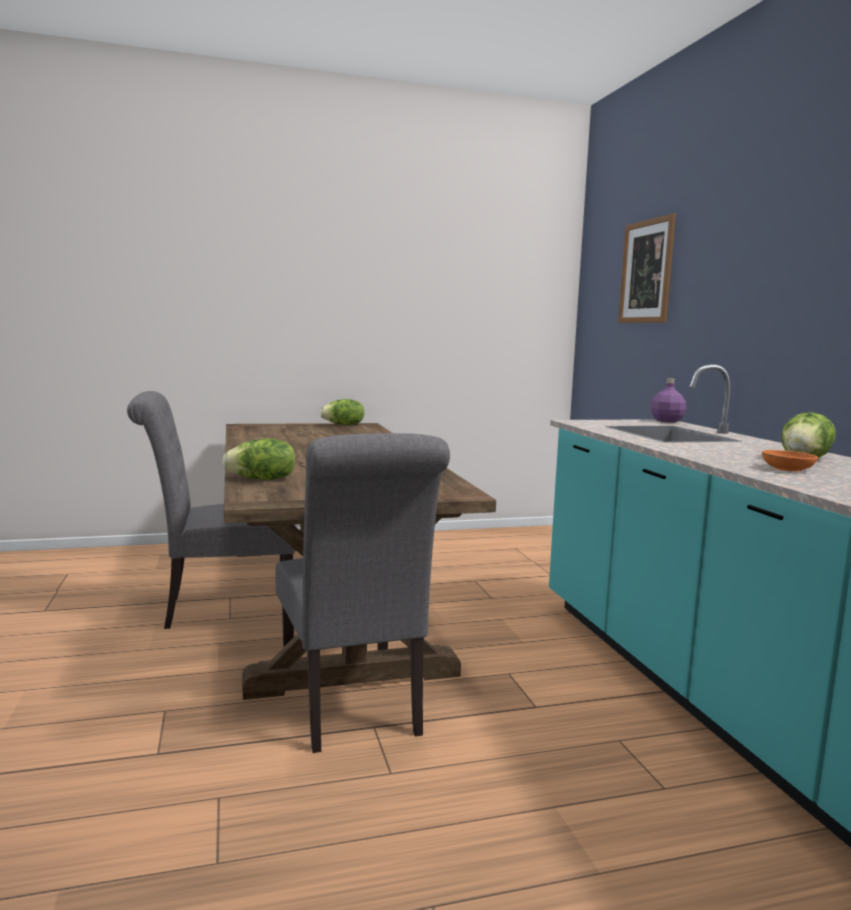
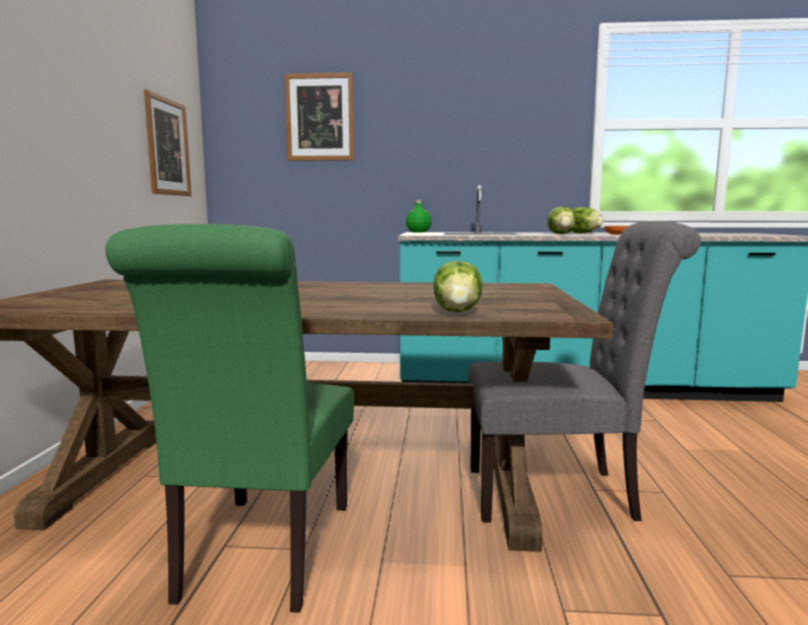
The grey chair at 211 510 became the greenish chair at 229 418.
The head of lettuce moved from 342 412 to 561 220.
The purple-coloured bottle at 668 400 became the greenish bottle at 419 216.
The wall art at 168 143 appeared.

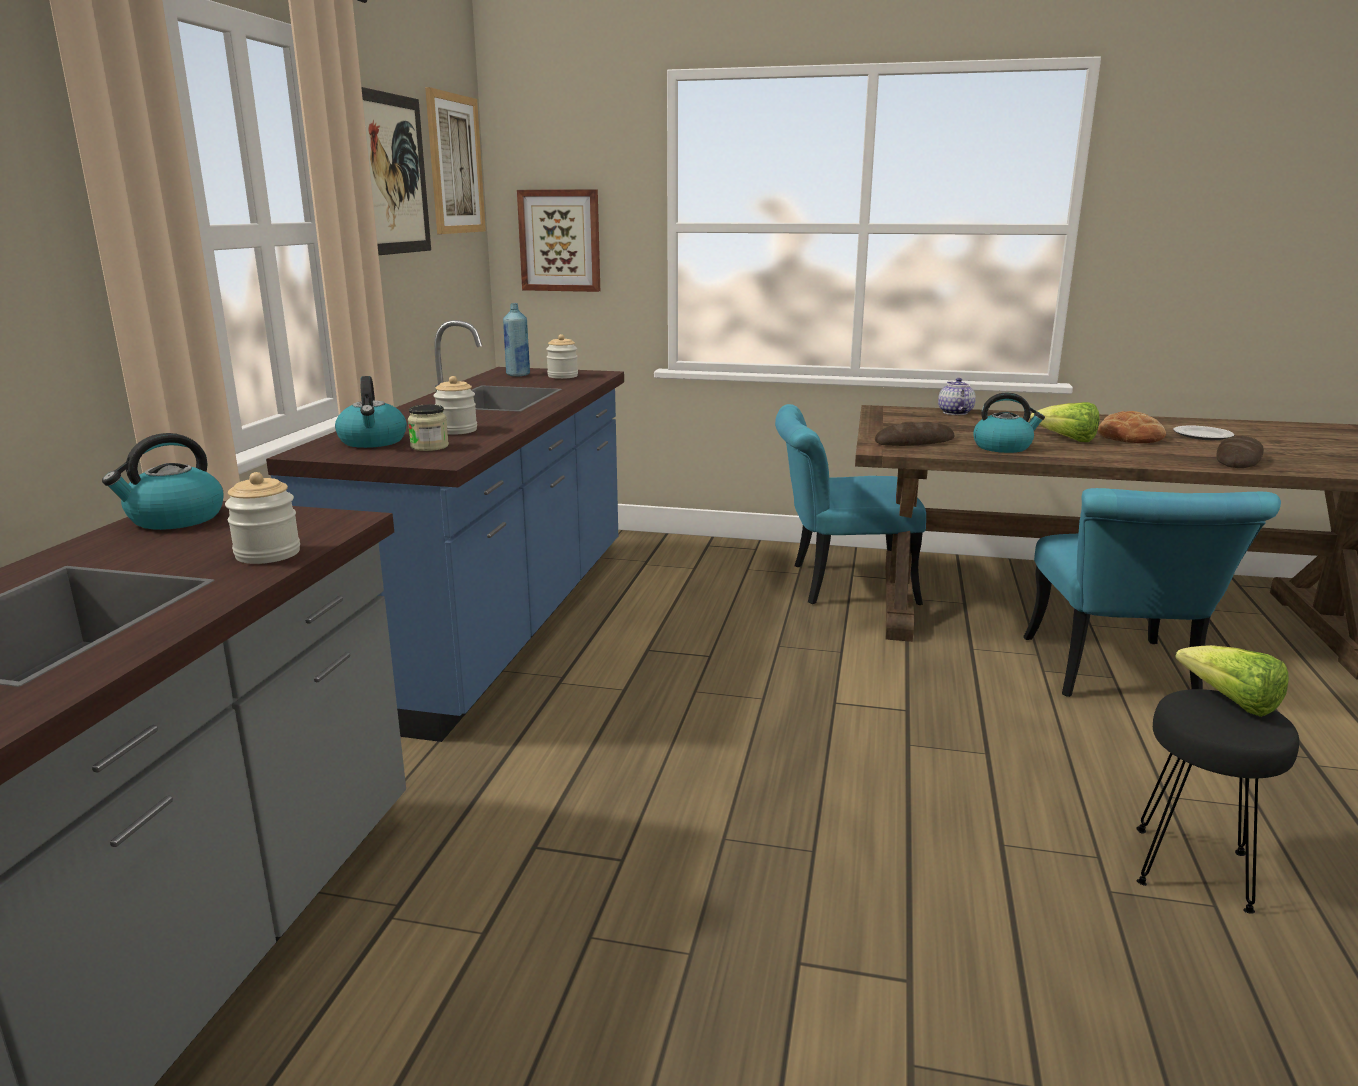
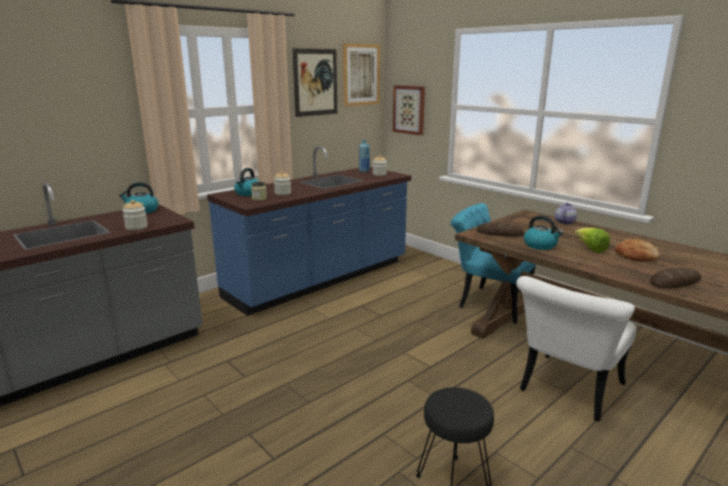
The blue-green chair at 1152 592 became the white-coloured chair at 576 348.
The dinner plate at 1204 433 disappeared.
The head of lettuce at 1232 681 disappeared.

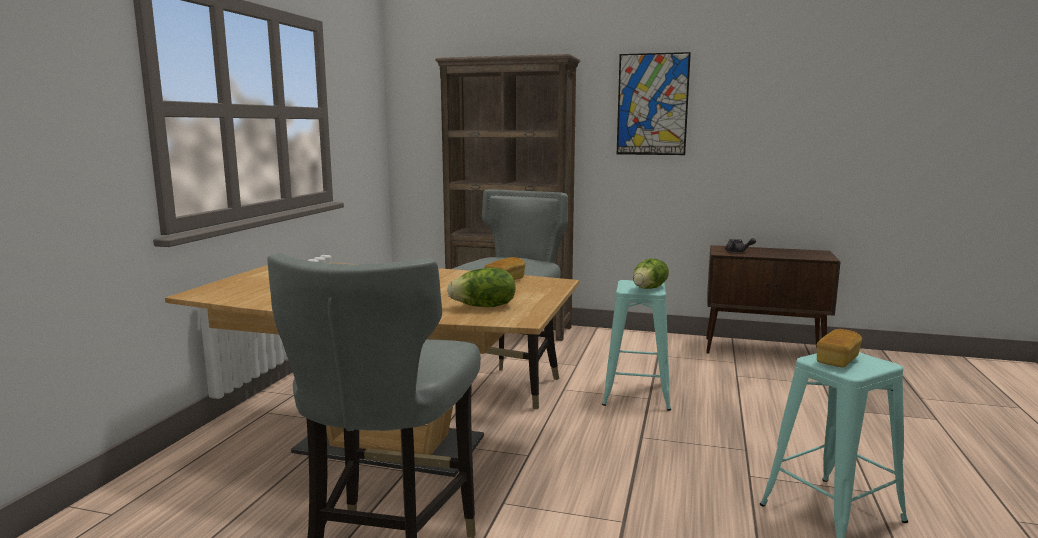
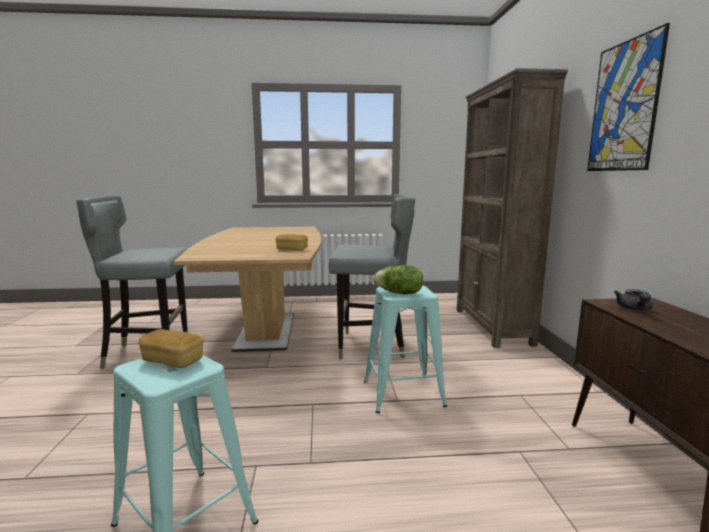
The head of lettuce at 481 287 disappeared.

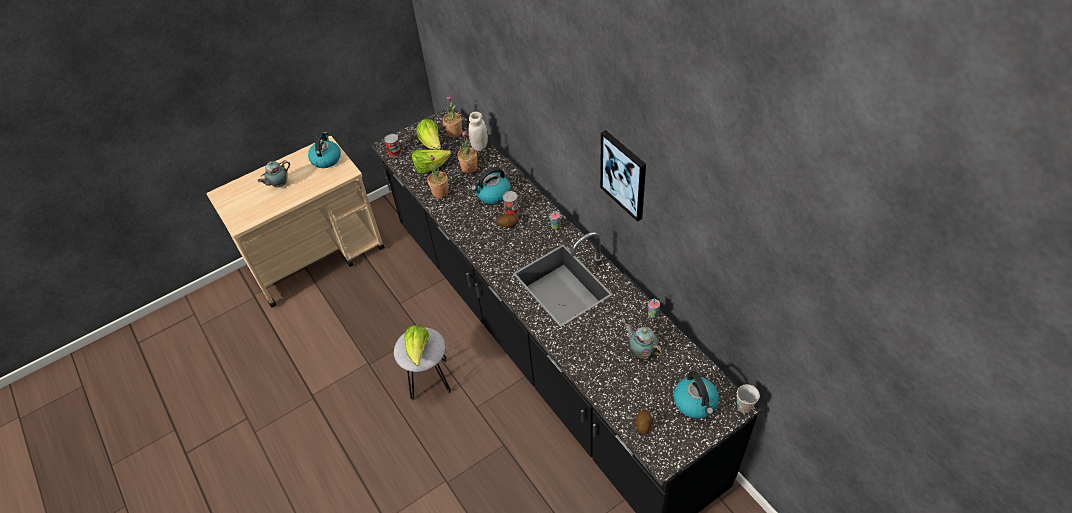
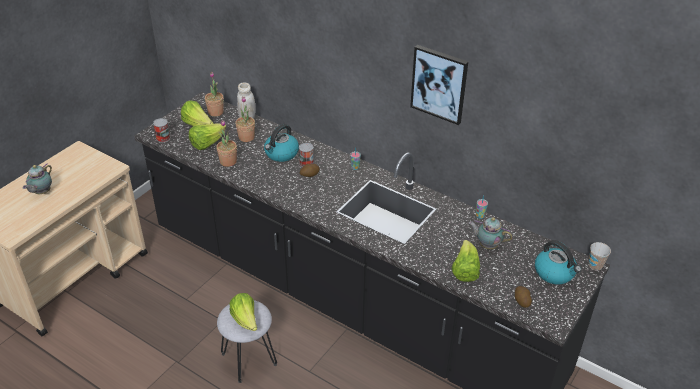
The tea kettle at 324 150 disappeared.
The head of lettuce at 465 261 appeared.

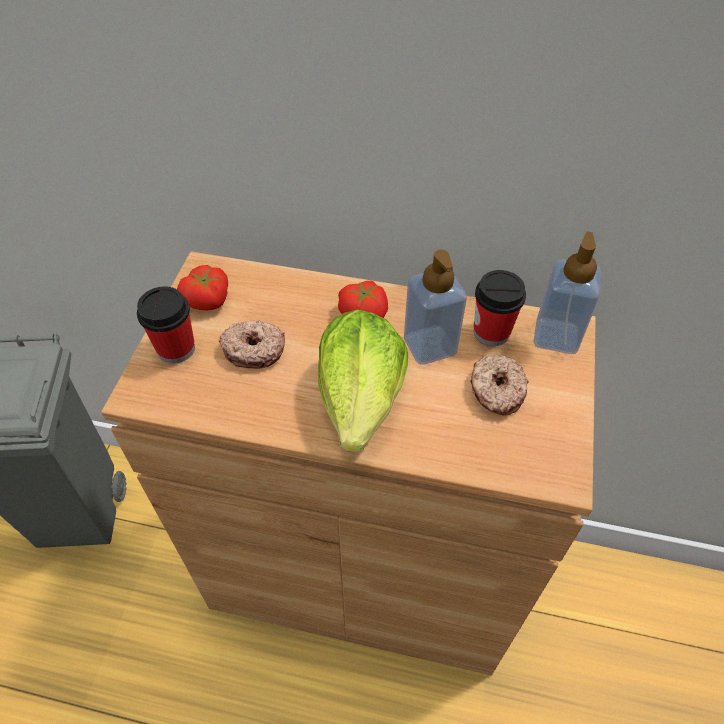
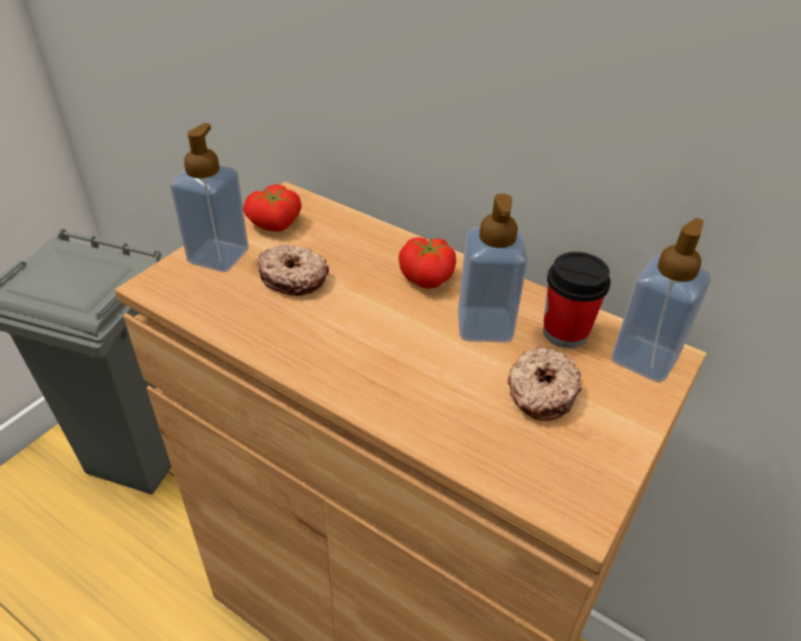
The cup at 166 325 was replaced by the soap bottle at 209 197.
The head of lettuce at 363 381 disappeared.

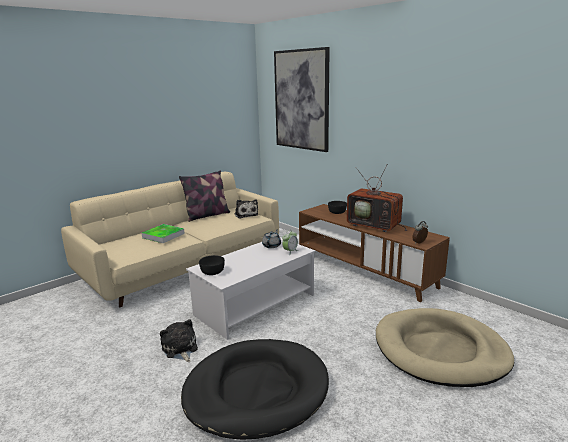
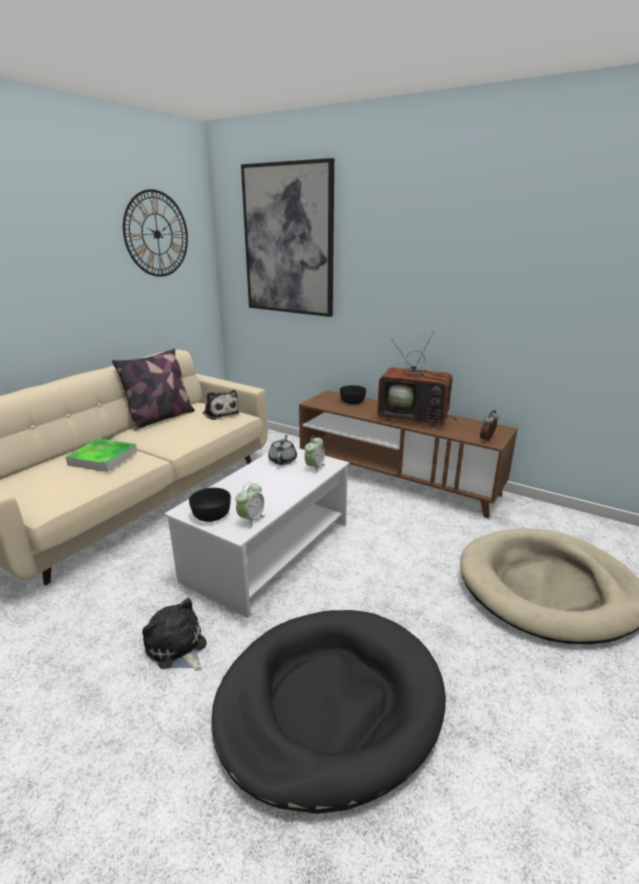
The clock on the wall at 155 233 appeared.
The bedside clock at 251 505 appeared.

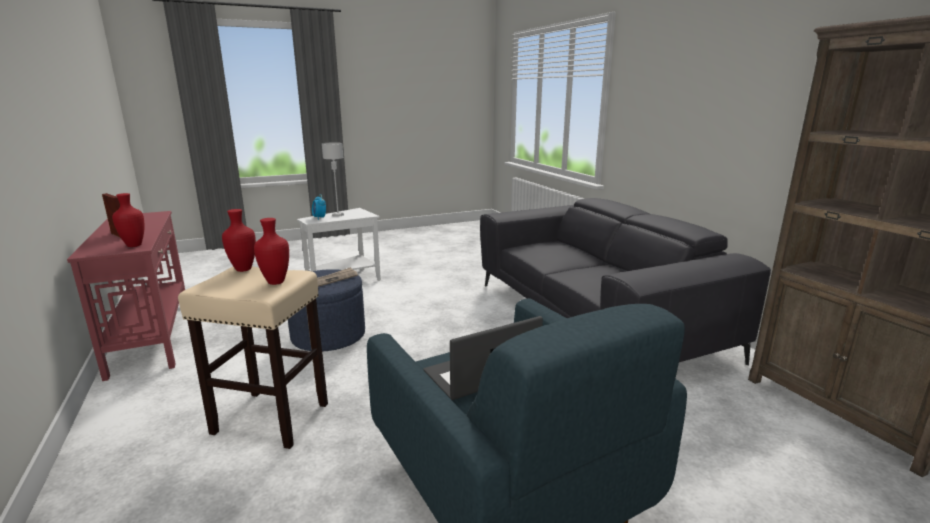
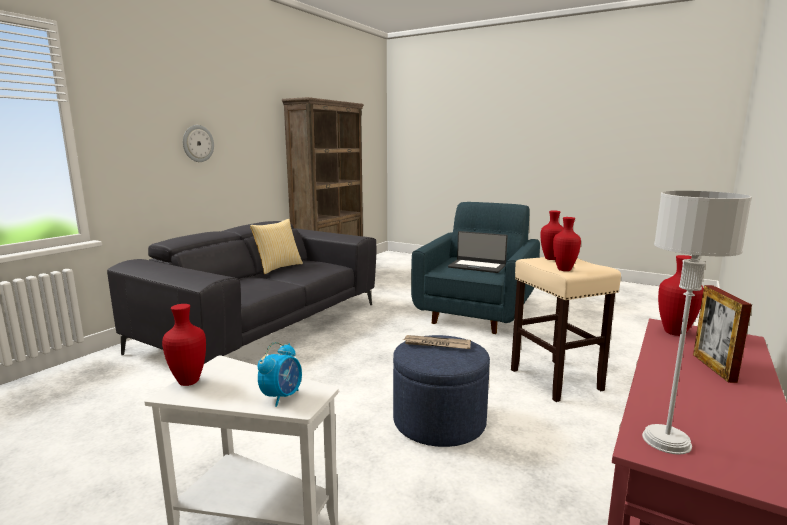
The grey table lamp moved from 333 179 to 697 323.
The reddish vase at 184 345 appeared.
The clock on the wall at 198 143 appeared.
The pillow at 276 246 appeared.

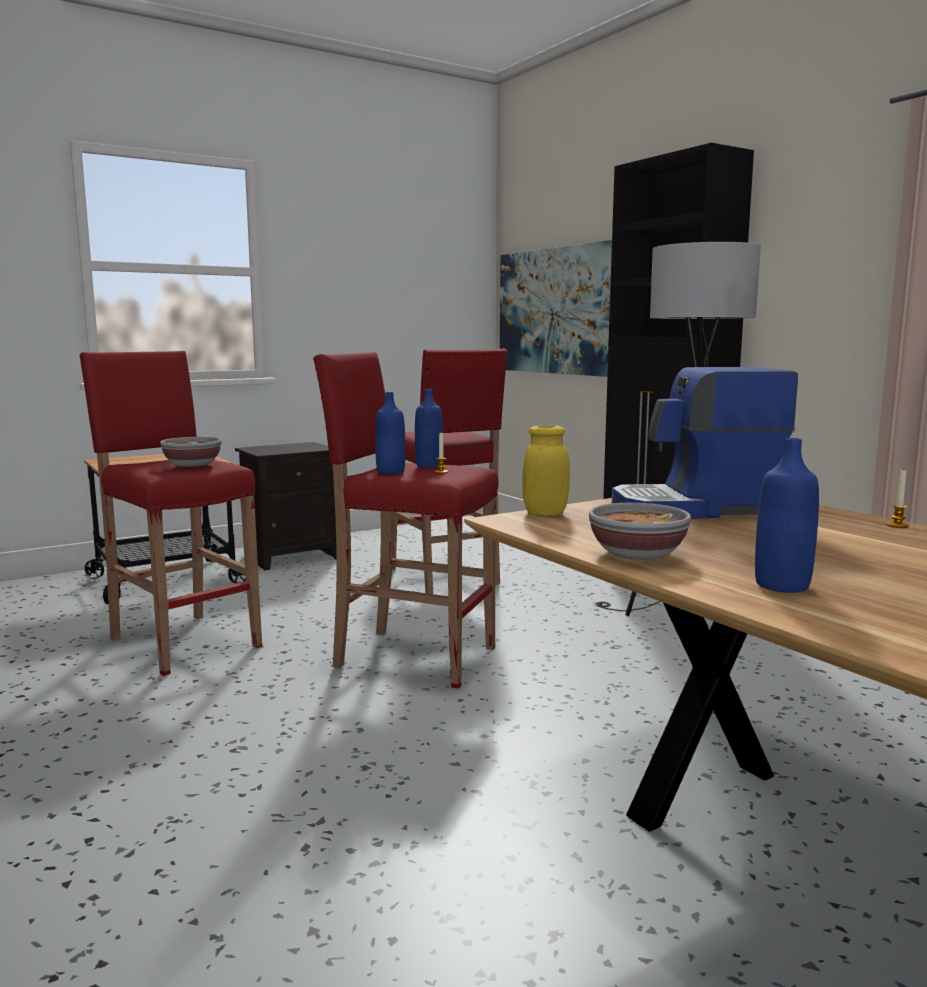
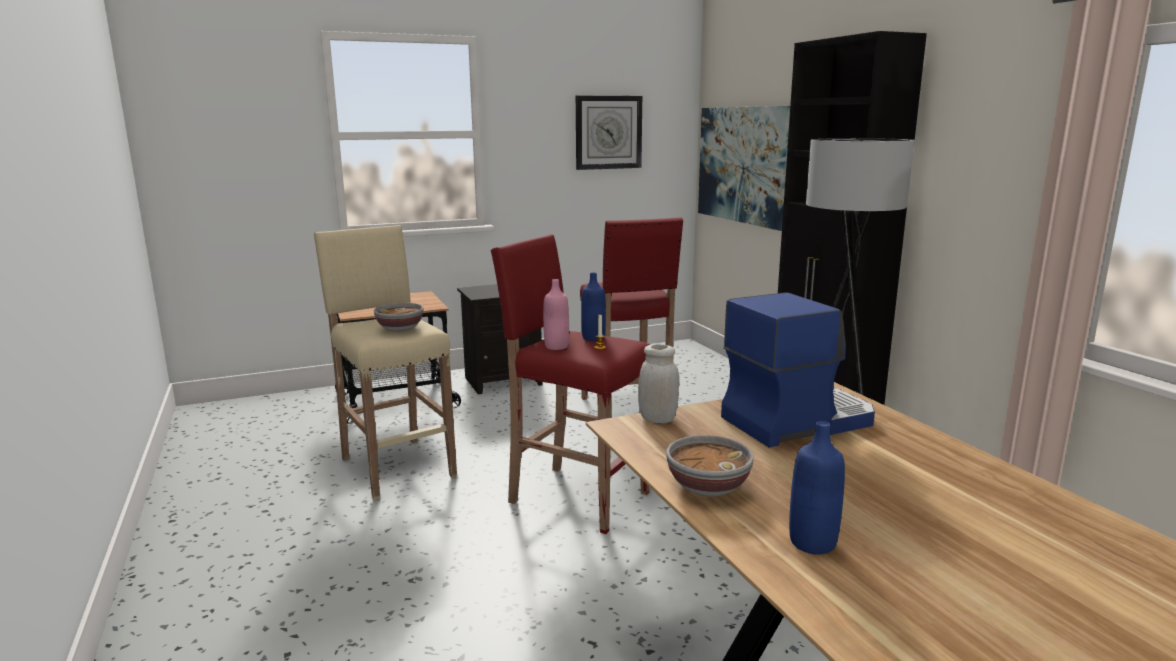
The reddish stool seat at 171 513 became the beige-coloured stool seat at 385 362.
The blue bottle at 390 433 became the pink bottle at 556 314.
The yellowish preserve jar at 546 470 became the white-coloured preserve jar at 658 383.
The coffee machine at 705 442 turned 150 degrees clockwise.
The candle at 898 498 disappeared.
The clock on the wall at 609 133 appeared.

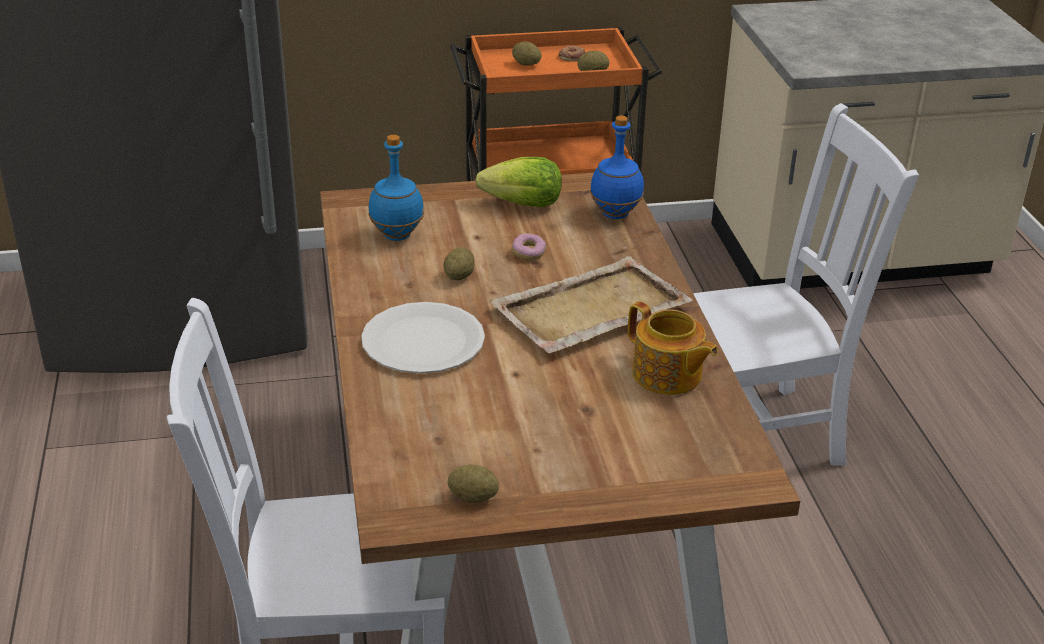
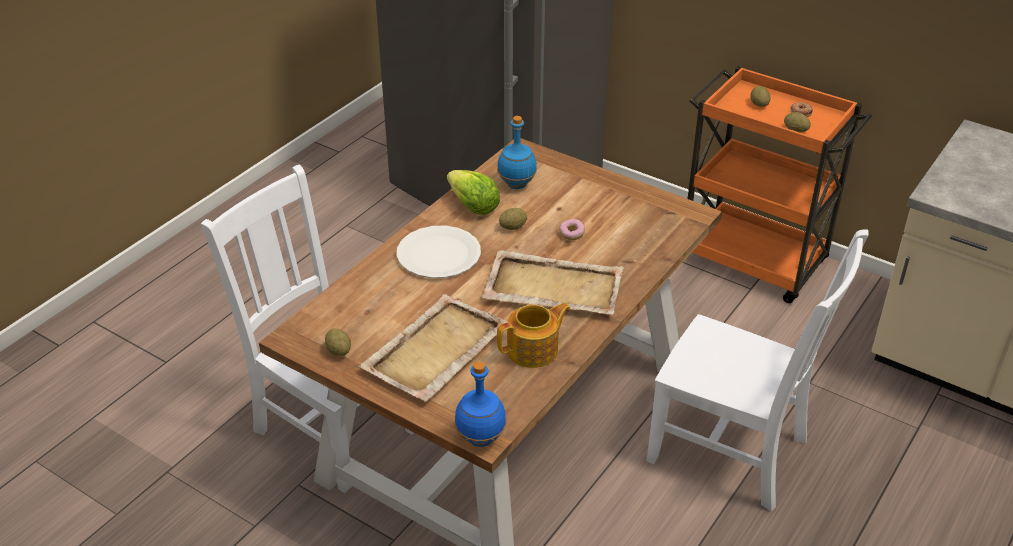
The head of lettuce moved from 519 182 to 473 192.
The blue bottle moved from 617 167 to 480 404.
The pot for tea at 673 348 turned 120 degrees counterclockwise.
The beige-coloured carrying tray at 433 348 appeared.

